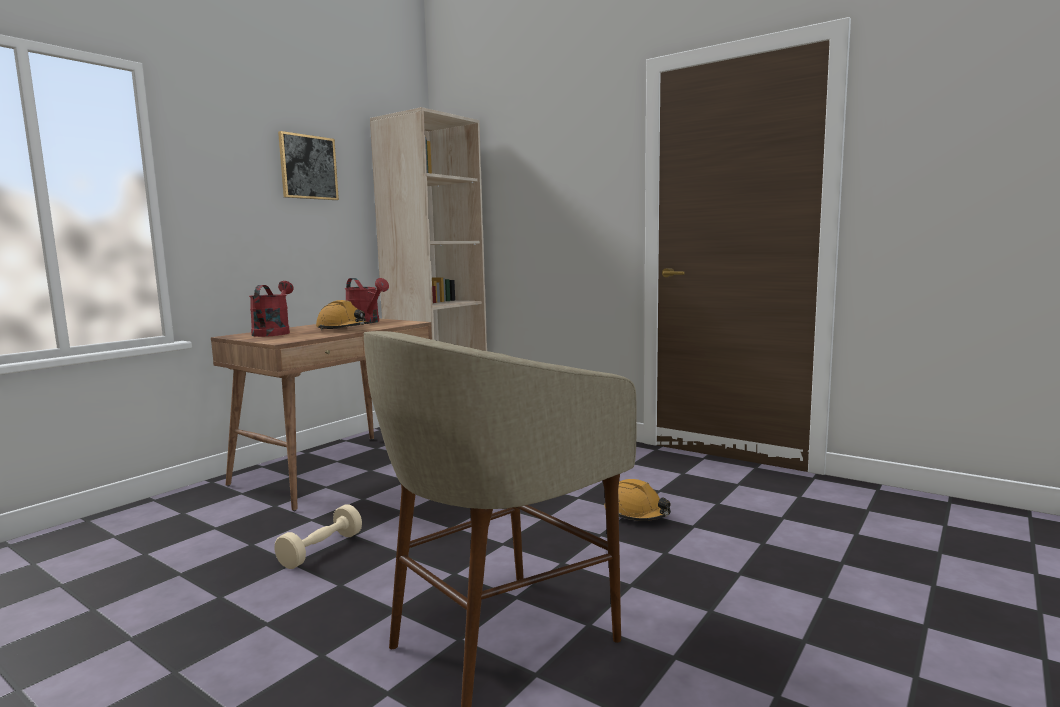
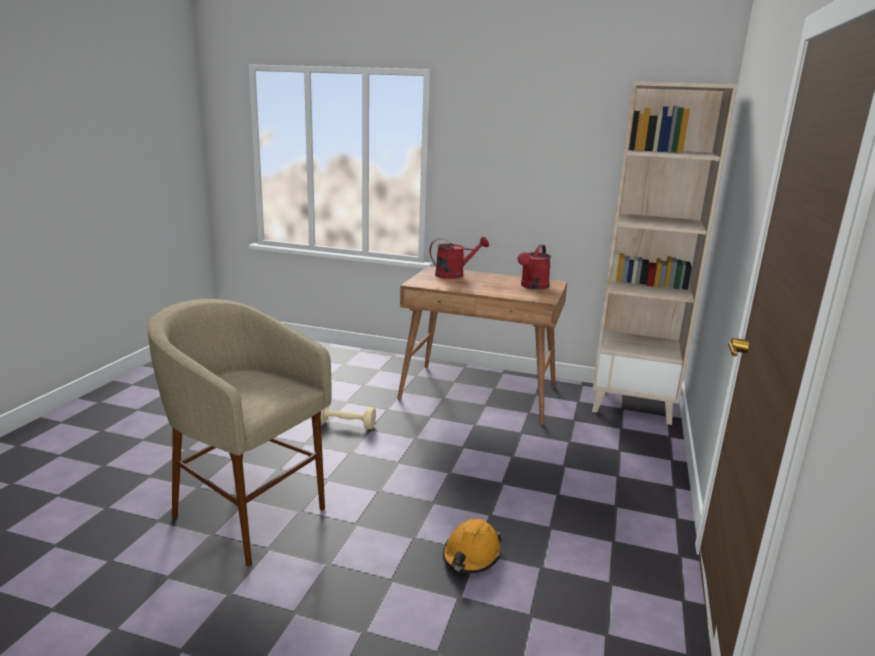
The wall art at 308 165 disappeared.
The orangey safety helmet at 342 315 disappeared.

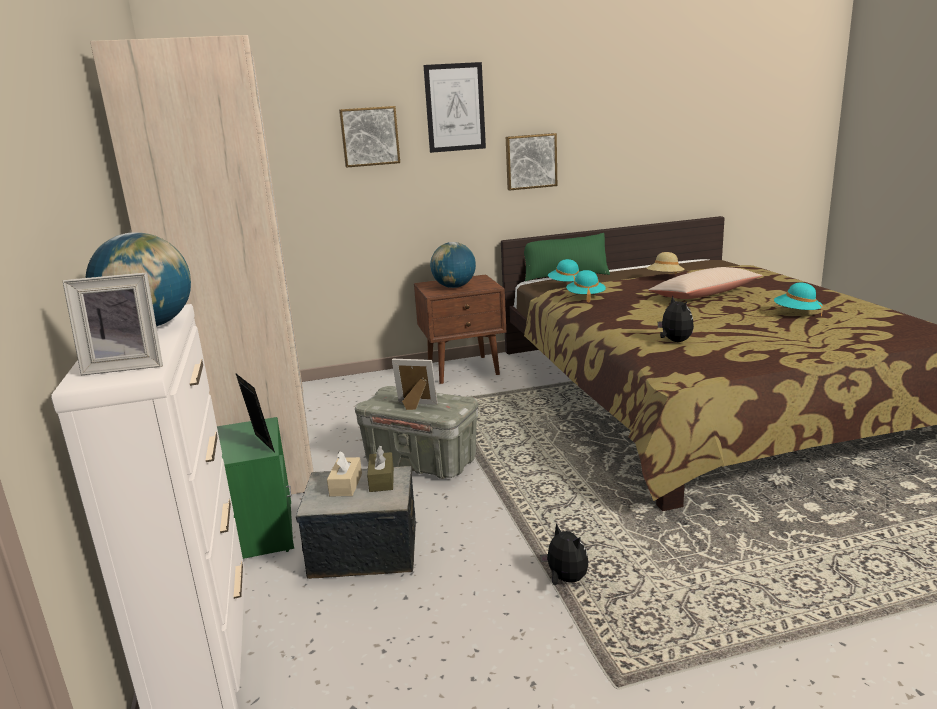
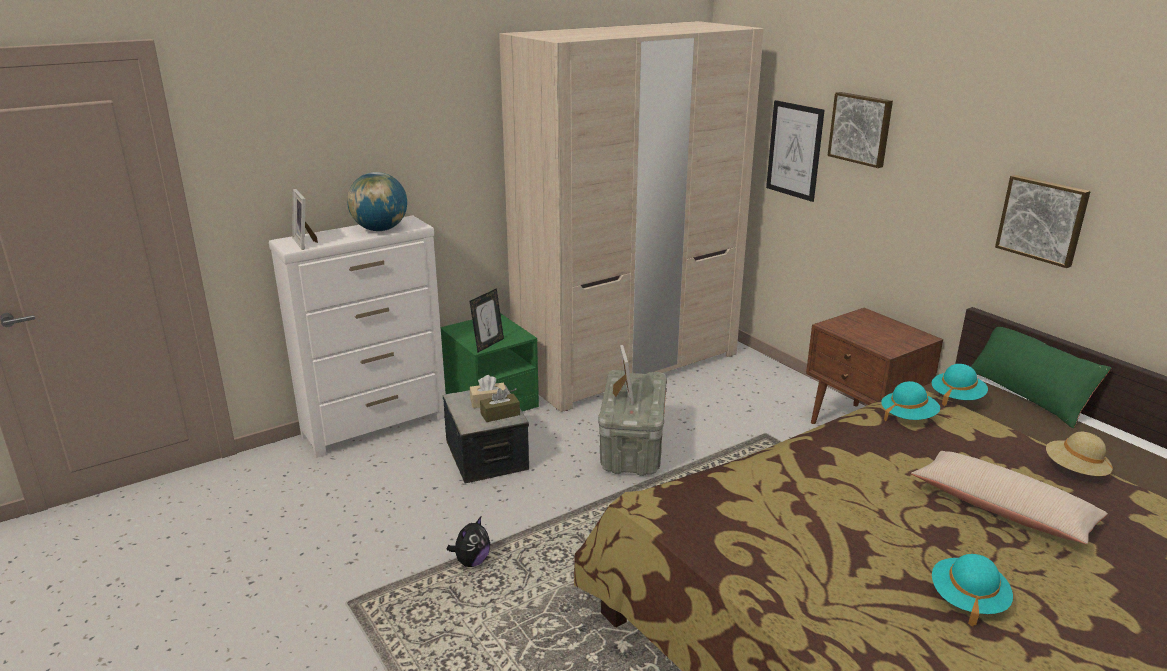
The wall art moved from 454 107 to 795 151.
The desk globe at 453 265 disappeared.
The cuddly toy at 676 319 disappeared.

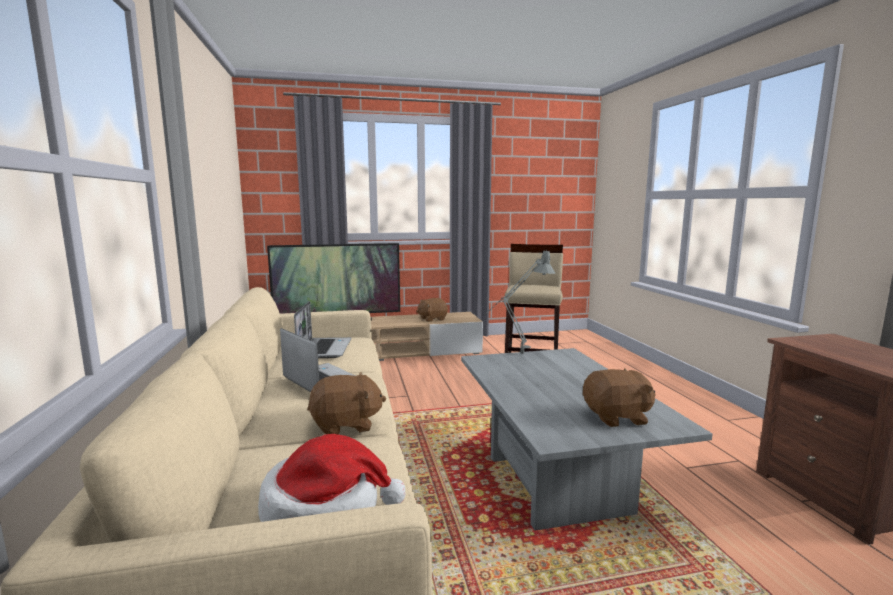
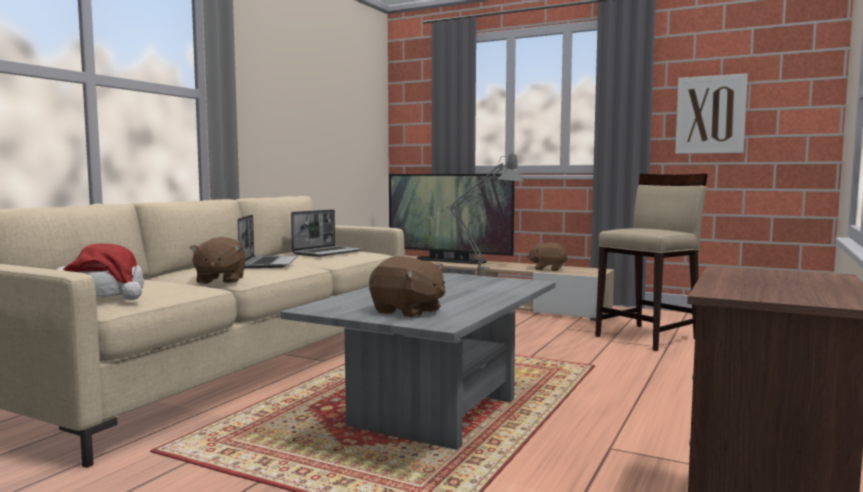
The brownish cuddly toy at 346 403 turned 60 degrees clockwise.
The wall art at 711 113 appeared.

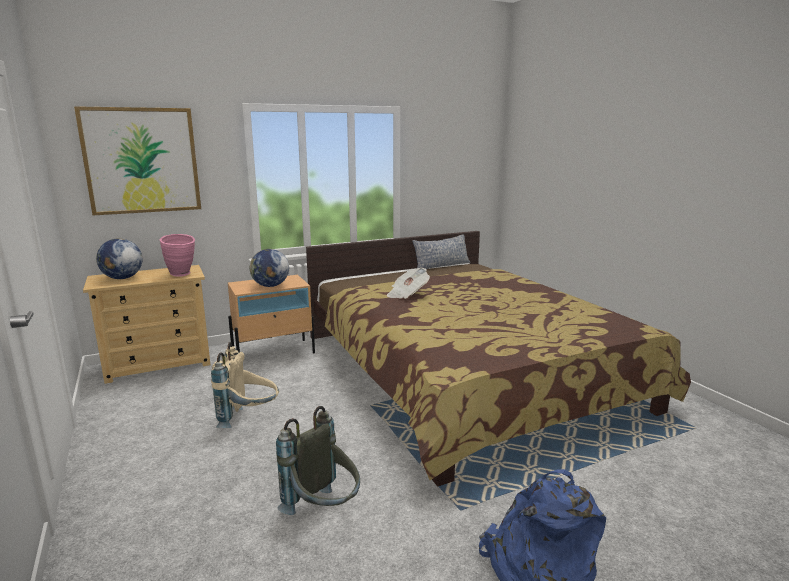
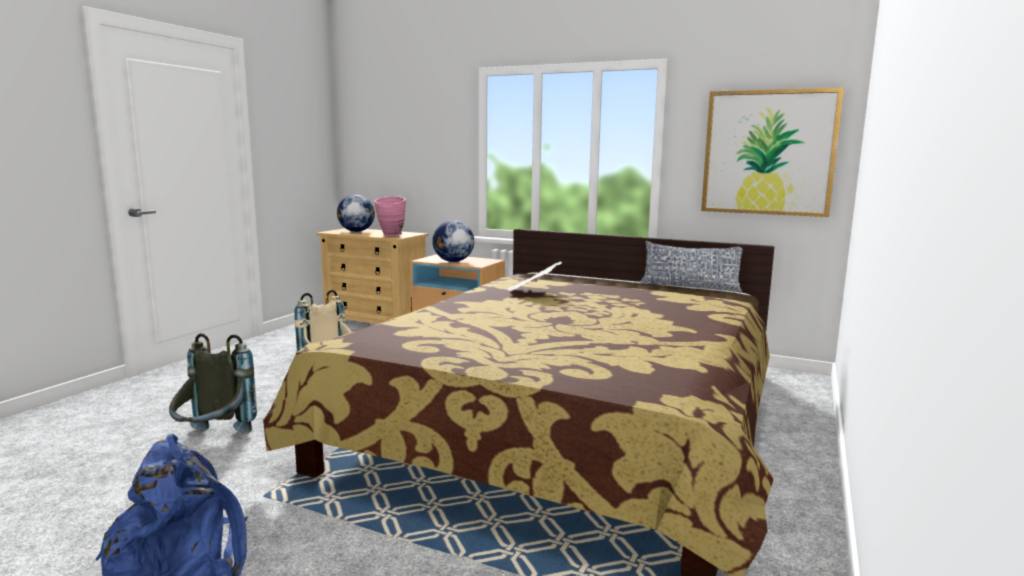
The wall art moved from 137 160 to 772 152.

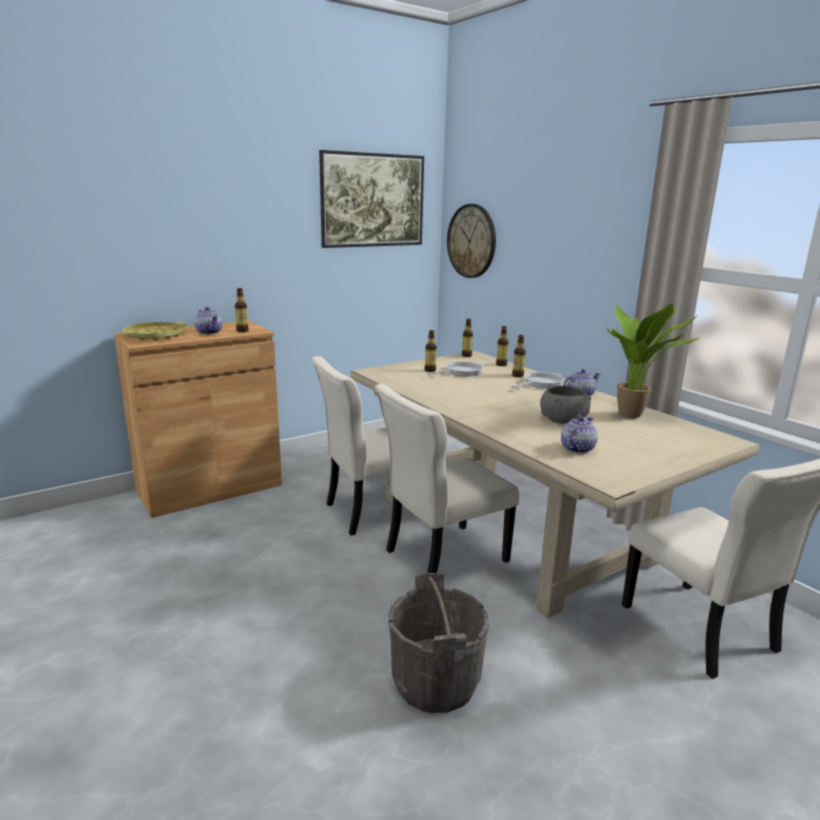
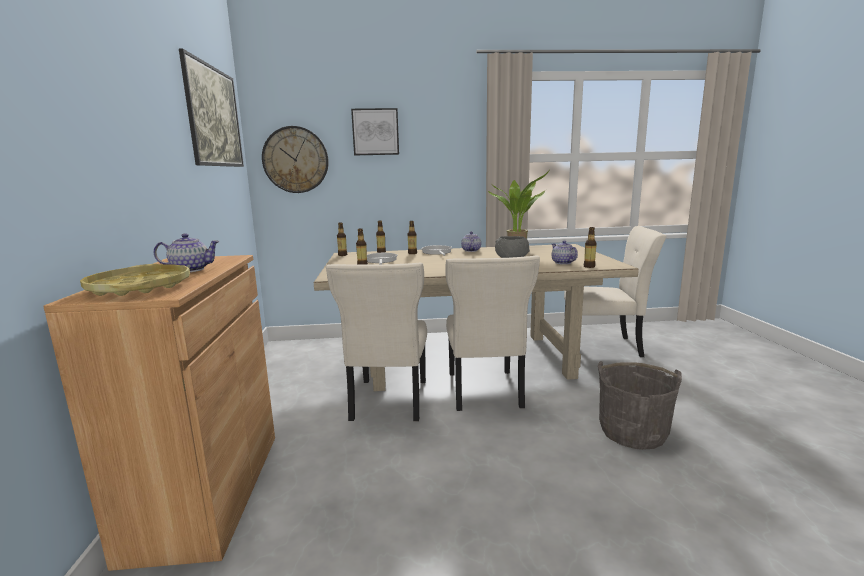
The bottle moved from 242 310 to 590 247.
The wall art at 375 131 appeared.

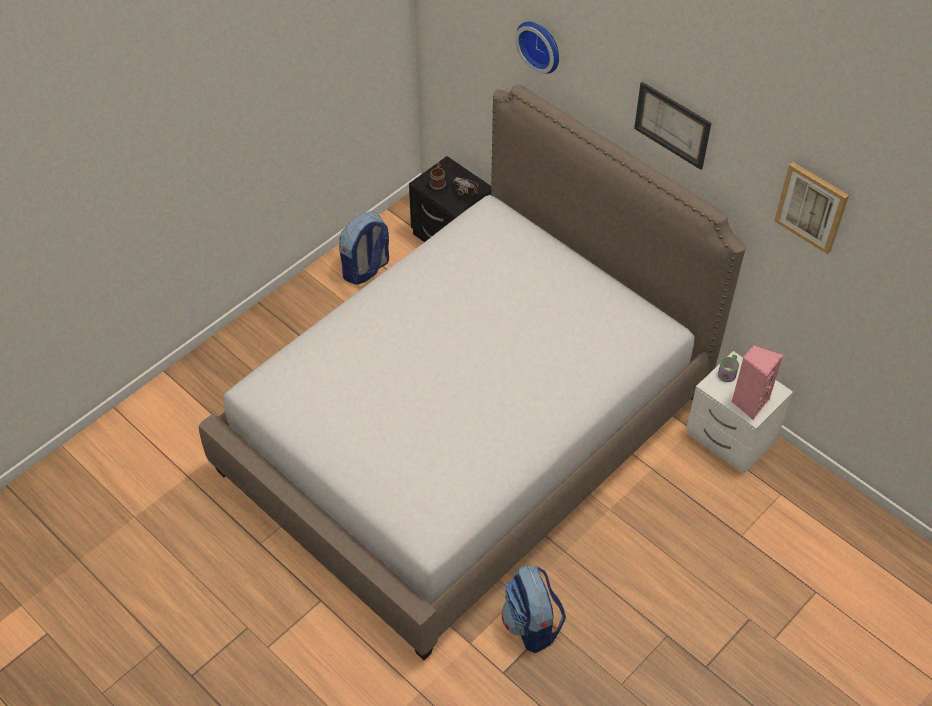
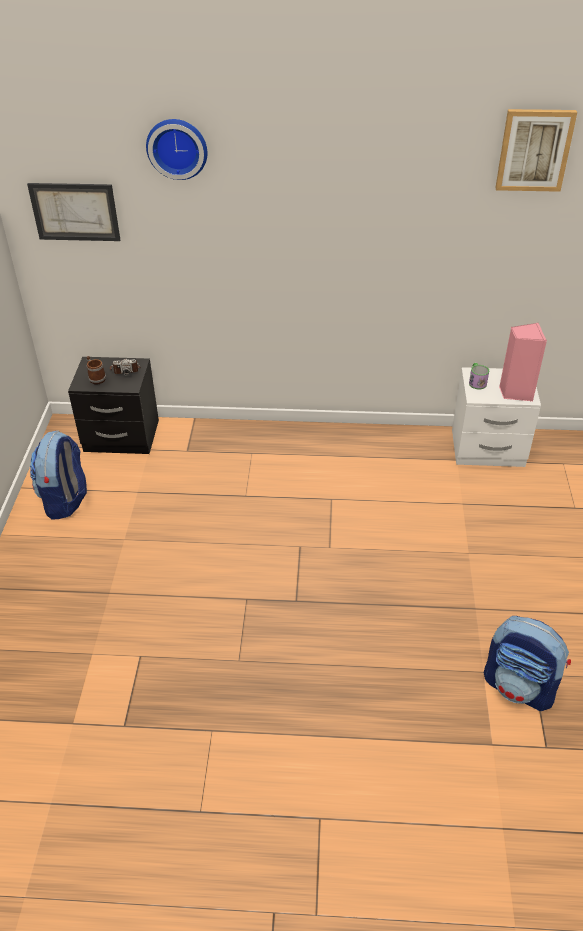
The bed at 472 372 disappeared.
The wall art moved from 672 126 to 73 212.

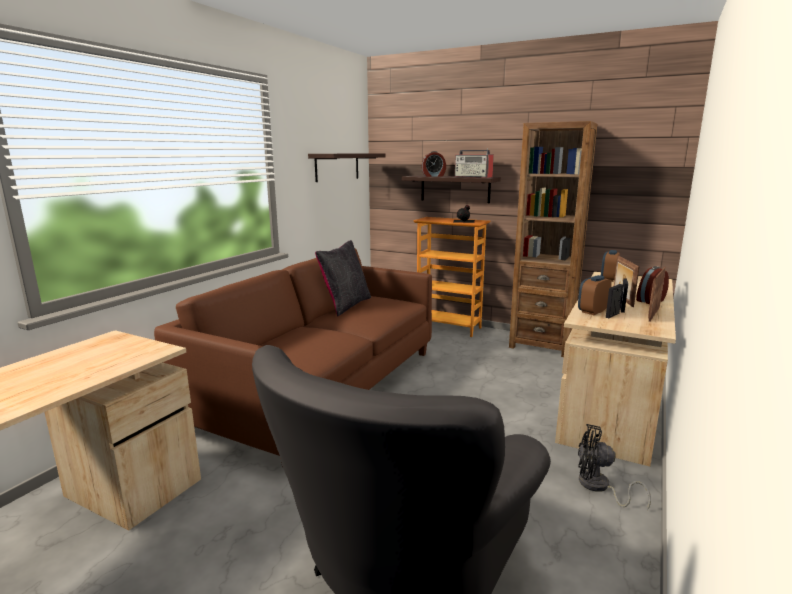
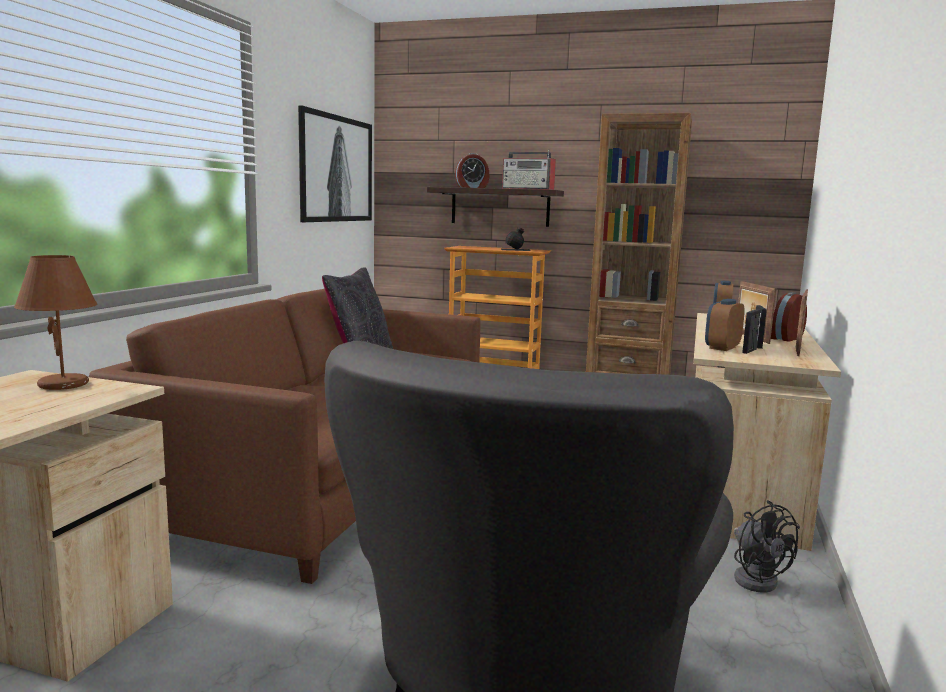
The shelf at 346 167 was replaced by the wall art at 335 163.
The black fan at 614 467 turned 120 degrees counterclockwise.
The brownish table lamp at 55 322 appeared.

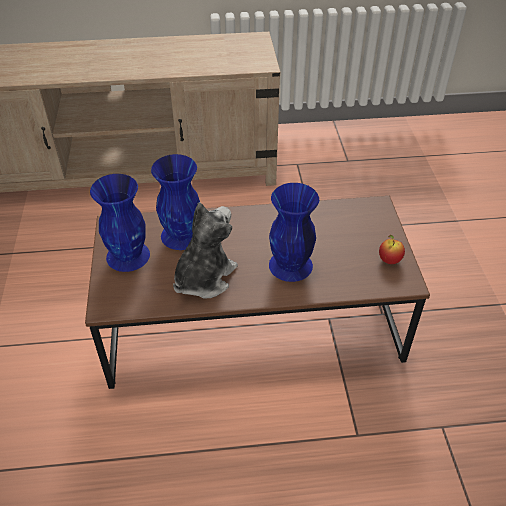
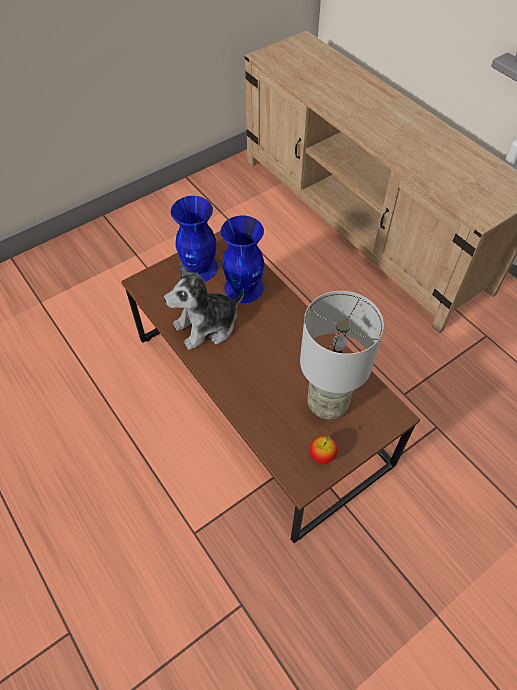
The cuddly toy at 205 250 turned 150 degrees clockwise.
The blue vase at 294 232 disappeared.
The grey table lamp at 342 355 appeared.

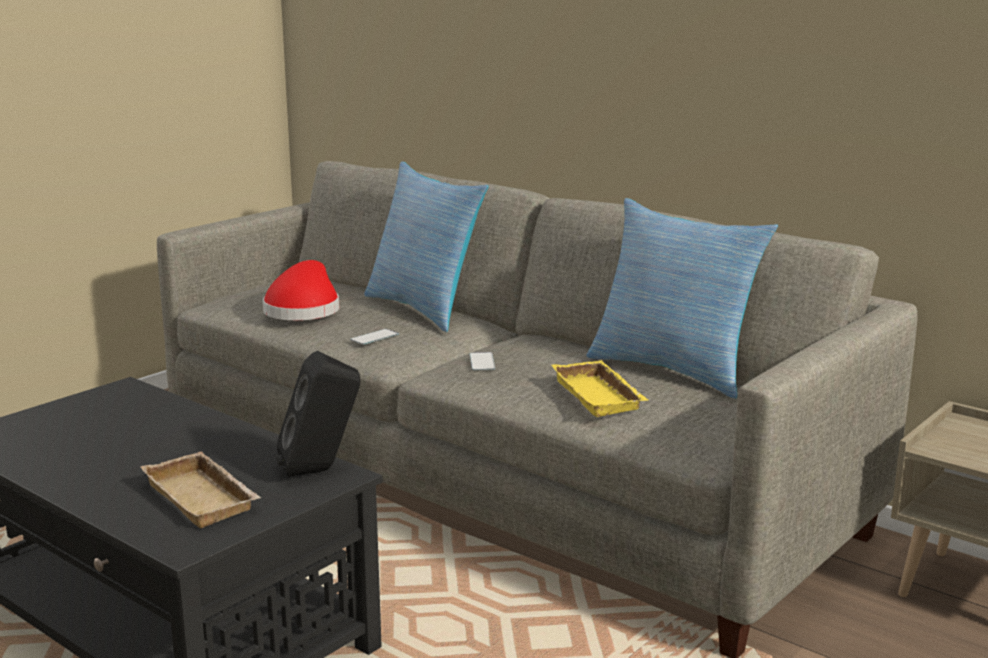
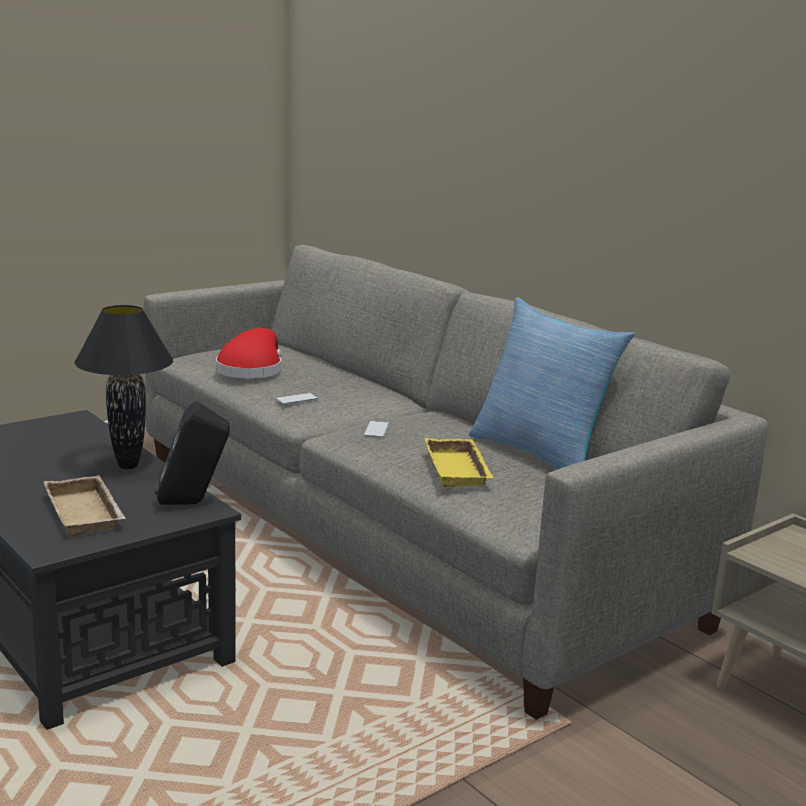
The pillow at 426 246 disappeared.
The black table lamp at 124 387 appeared.

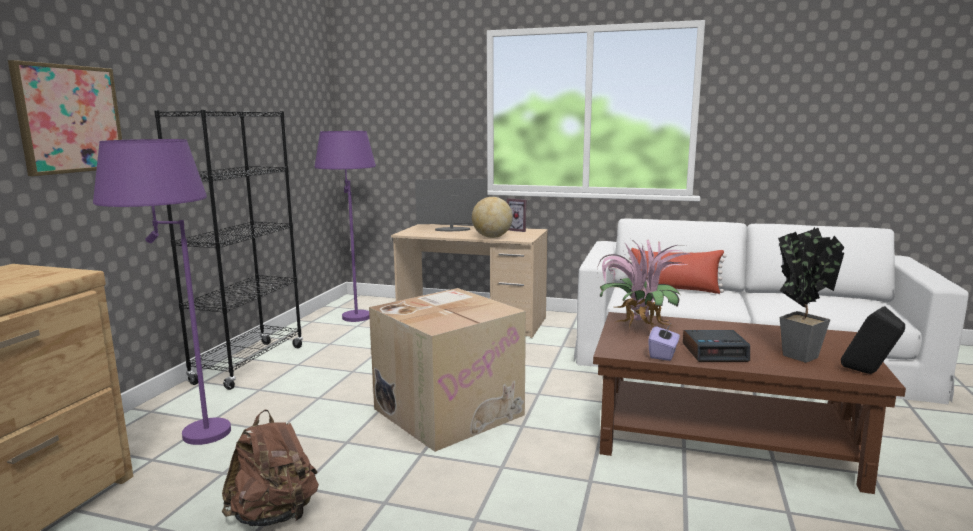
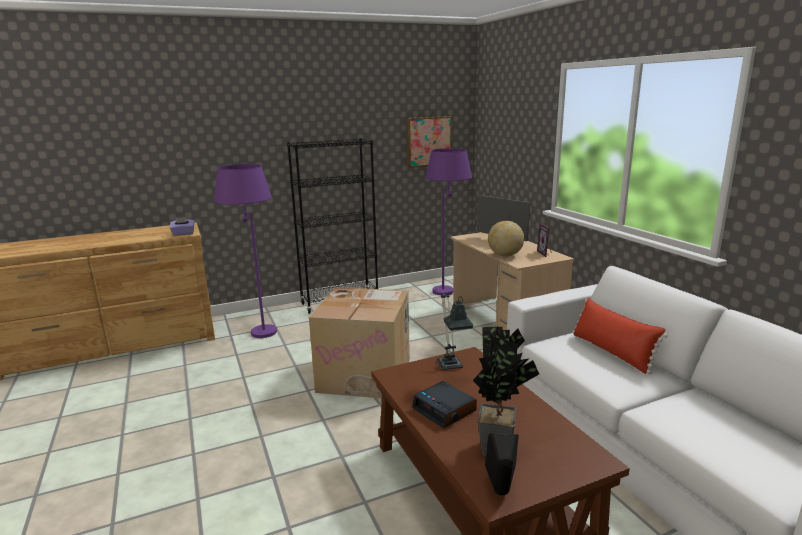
The wall art moved from 65 118 to 429 142.
The brownish backpack at 270 468 disappeared.
The plant in a pot at 644 284 was replaced by the table lamp at 455 331.
The purple-coloured box of tissues moved from 664 342 to 182 226.

